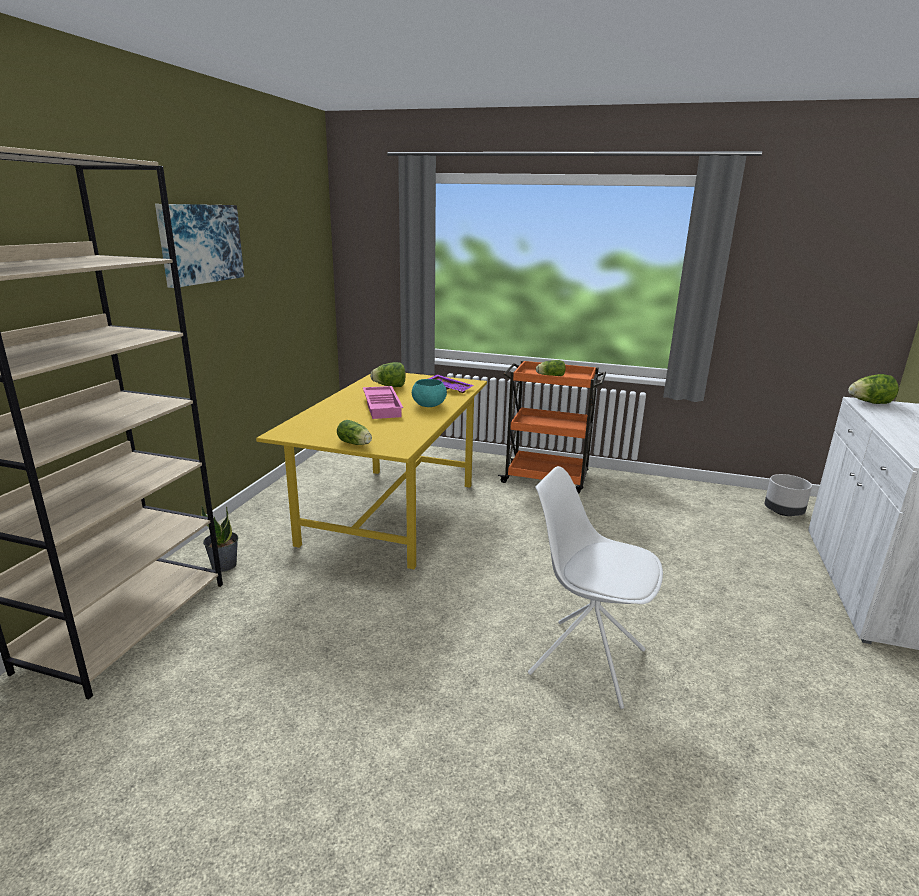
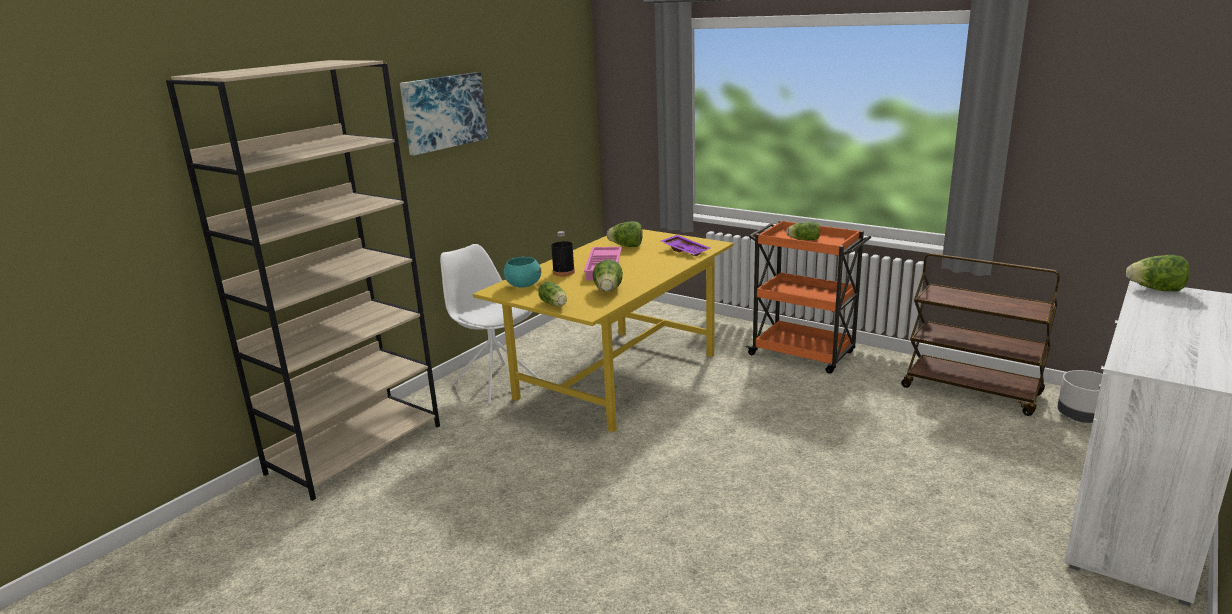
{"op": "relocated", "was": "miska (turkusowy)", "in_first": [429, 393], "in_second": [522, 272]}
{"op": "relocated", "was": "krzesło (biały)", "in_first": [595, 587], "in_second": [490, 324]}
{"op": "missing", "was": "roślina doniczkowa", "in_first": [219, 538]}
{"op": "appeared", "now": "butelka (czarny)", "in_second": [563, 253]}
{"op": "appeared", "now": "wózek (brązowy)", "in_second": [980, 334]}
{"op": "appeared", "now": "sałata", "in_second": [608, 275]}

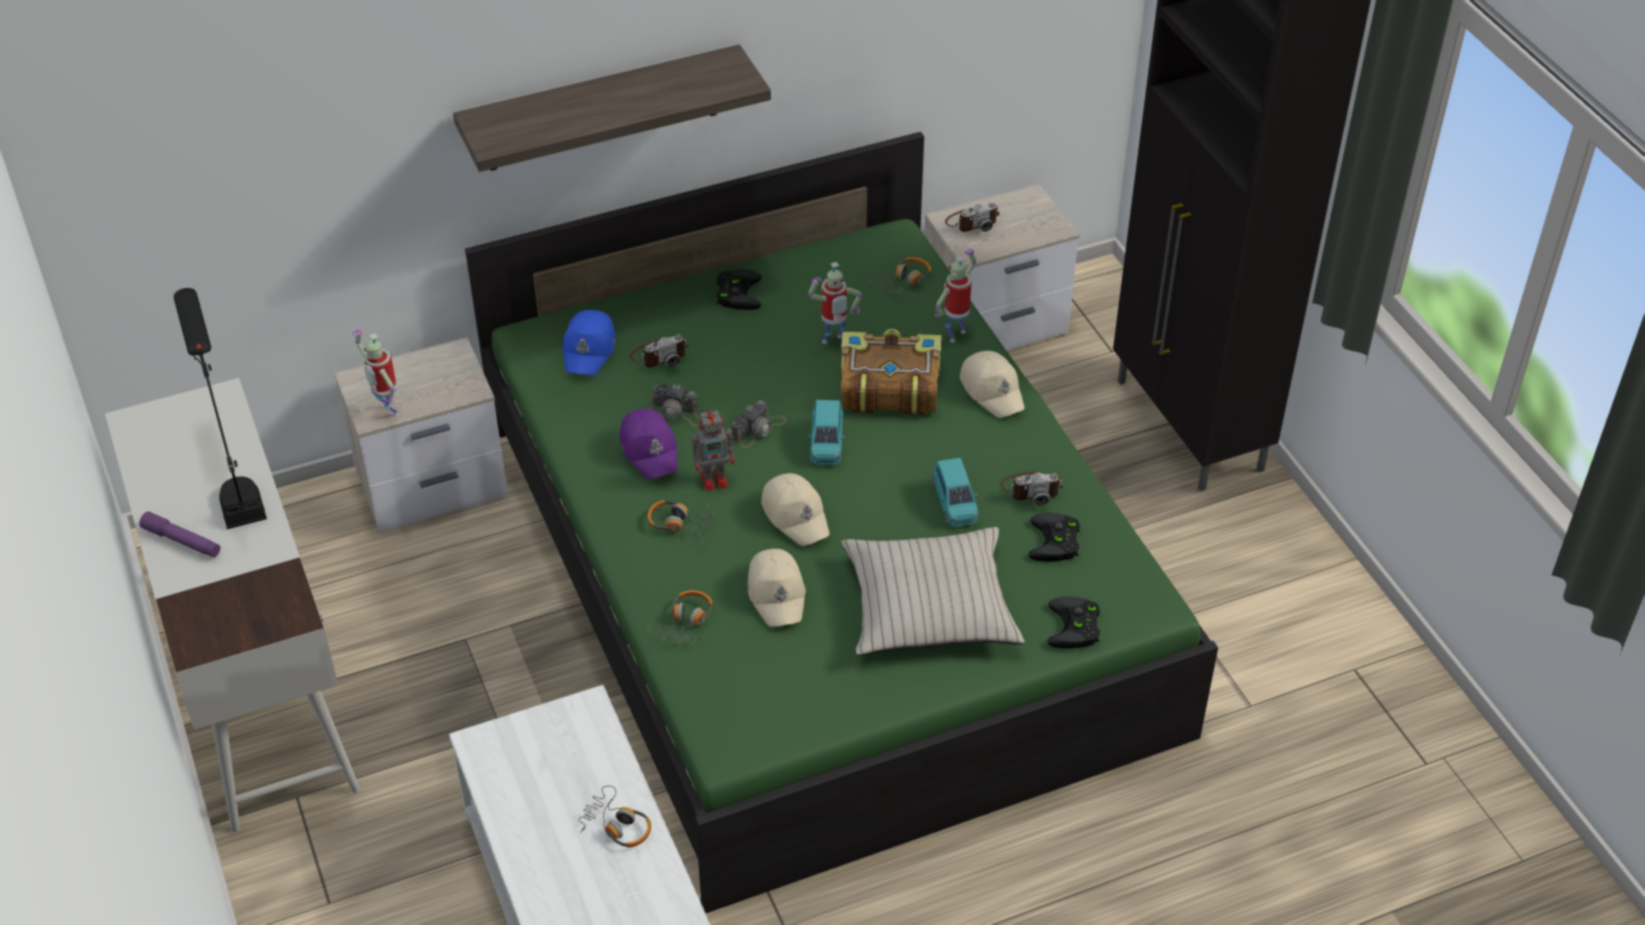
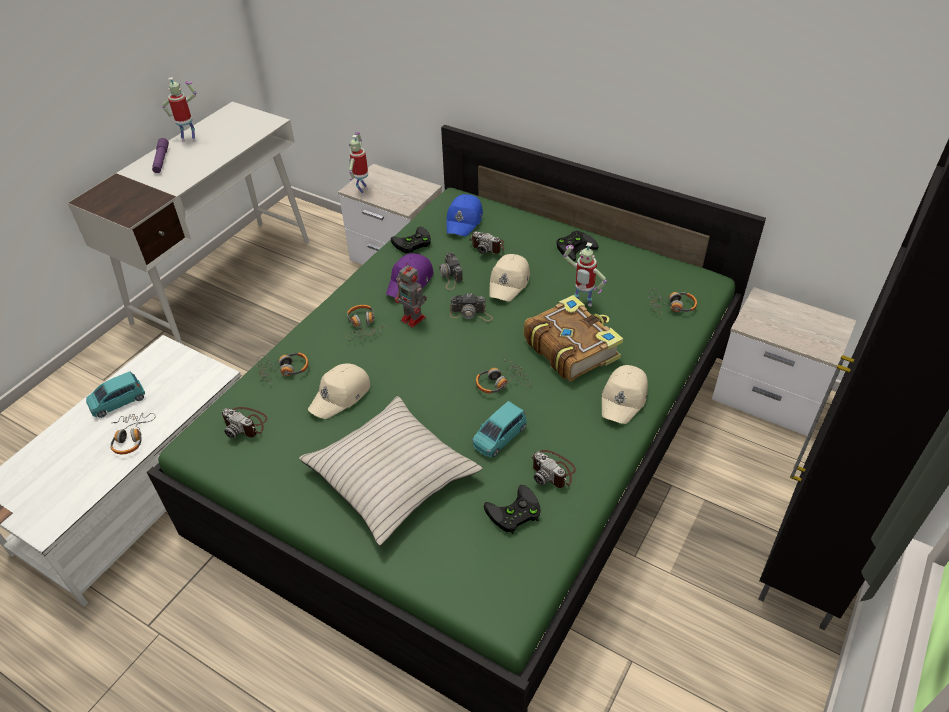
{"op": "missing", "was": "półka", "in_first": [612, 108]}
{"op": "relocated", "was": "aparat fotograficzny", "in_first": [972, 217], "in_second": [244, 422]}
{"op": "relocated", "was": "robot zabawkowy", "in_first": [955, 296], "in_second": [179, 110]}
{"op": "missing", "was": "lampa stołowa (czarny)", "in_first": [220, 408]}
{"op": "spun", "was": "czapka z daszkiem (niebieski)", "in_first": [588, 342], "in_second": [465, 215], "clockwise": -45}
{"op": "relocated", "was": "samochodzik (turkusowy)", "in_first": [826, 432], "in_second": [115, 395]}
{"op": "relocated", "was": "czapka z daszkiem (beżowy)", "in_first": [795, 509], "in_second": [509, 278]}
{"op": "relocated", "was": "pad do gier (czarny)", "in_first": [1073, 622], "in_second": [411, 240]}
{"op": "appeared", "now": "słuchawki", "in_second": [503, 376]}

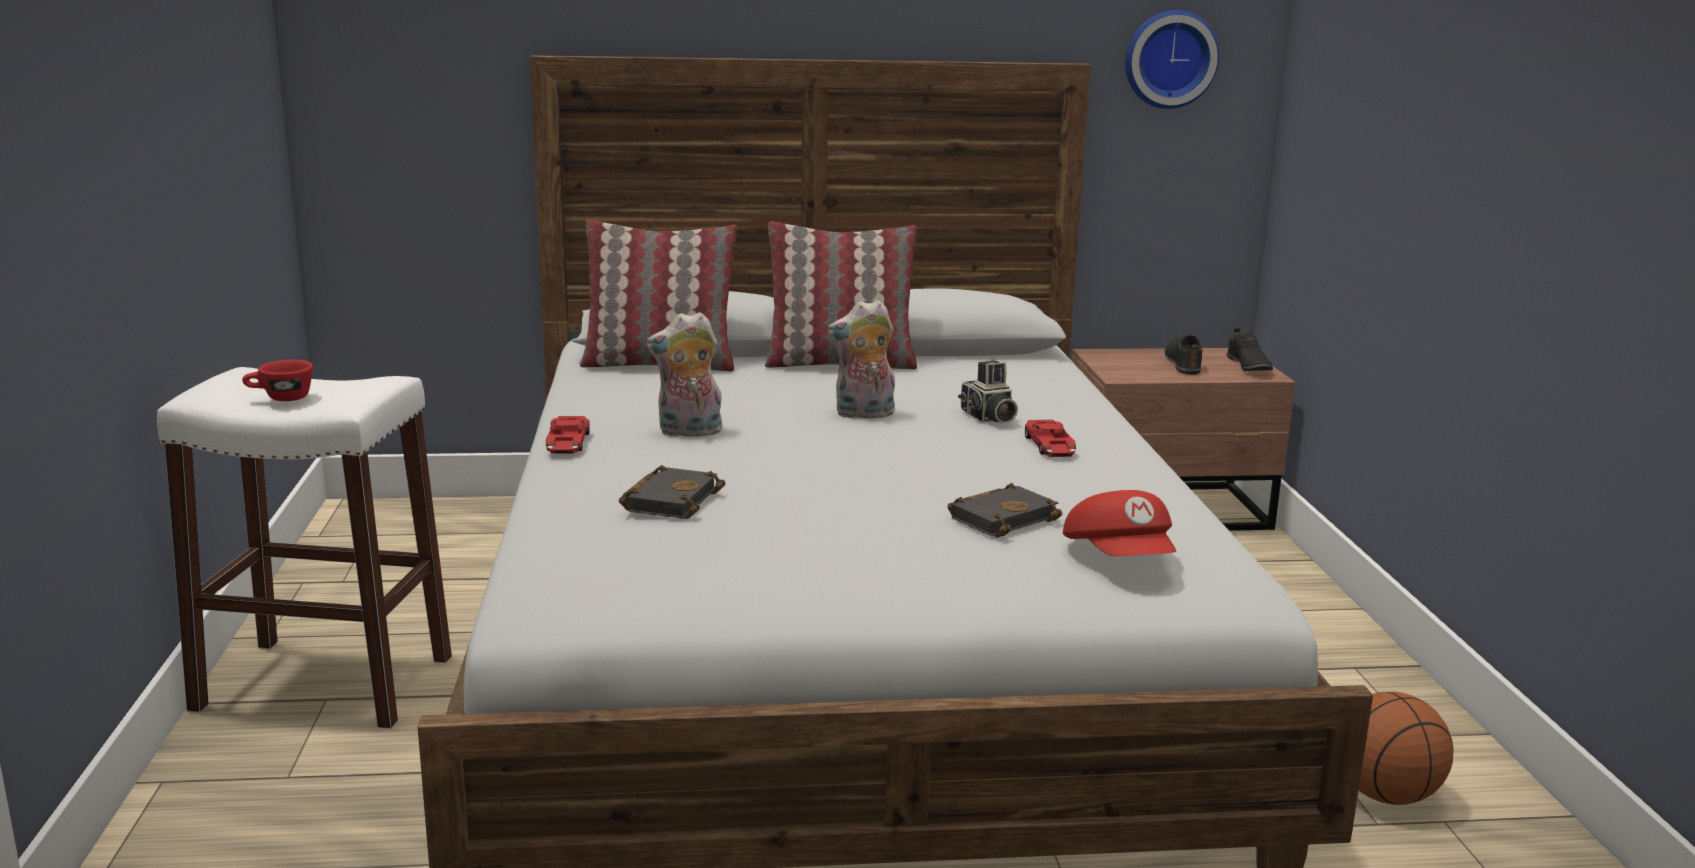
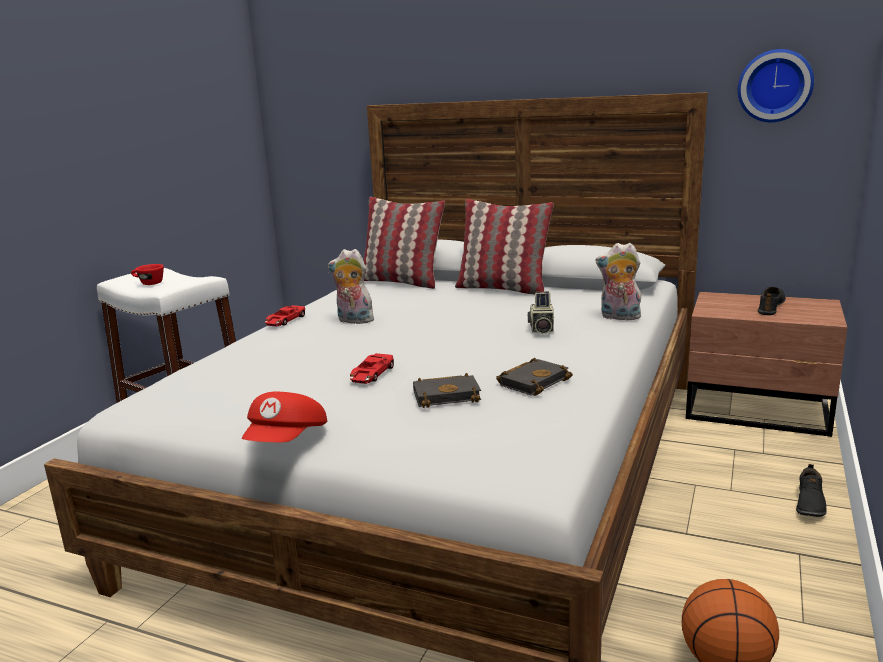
{"op": "relocated", "was": "pluszak", "in_first": [861, 359], "in_second": [618, 281]}
{"op": "relocated", "was": "but (czarny)", "in_first": [1250, 349], "in_second": [811, 490]}
{"op": "relocated", "was": "samochodzik (czerwony)", "in_first": [1050, 438], "in_second": [372, 368]}
{"op": "relocated", "was": "książka (czarny)", "in_first": [672, 492], "in_second": [534, 377]}
{"op": "relocated", "was": "czapka z daszkiem (czerwony)", "in_first": [1119, 523], "in_second": [284, 417]}

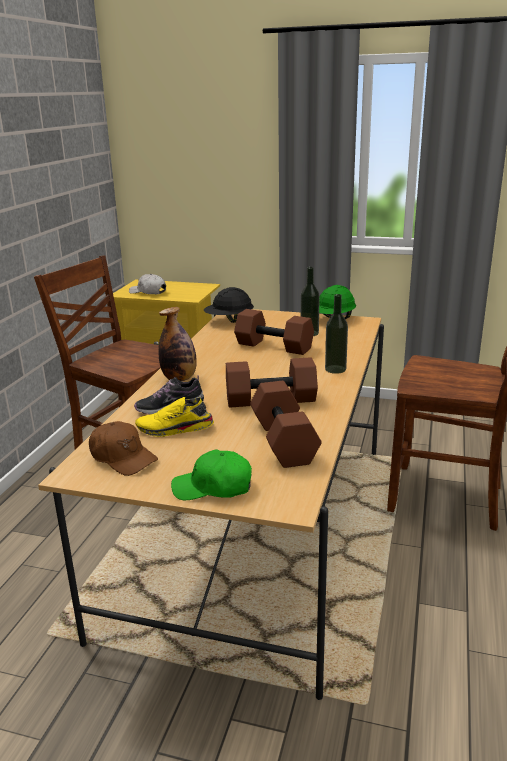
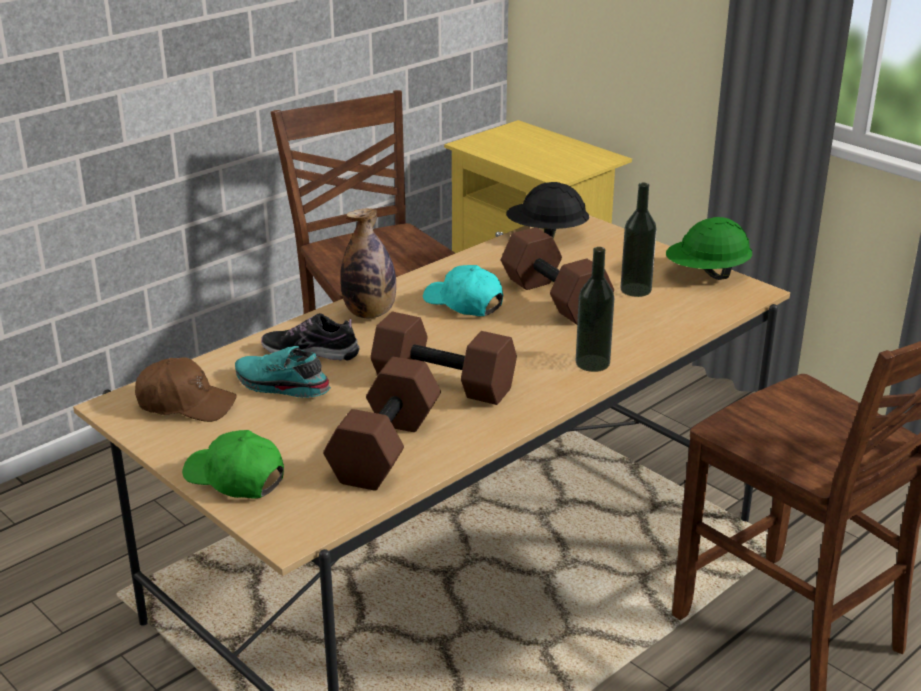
{"op": "missing", "was": "czapka z daszkiem (biały)", "in_first": [147, 284]}
{"op": "colour", "was": "but (żółty)", "now": "but (turkusowy)", "in_first": [174, 417], "in_second": [283, 372]}
{"op": "spun", "was": "czapka z daszkiem (brązowy)", "in_first": [123, 448], "in_second": [186, 389], "clockwise": -60}
{"op": "appeared", "now": "czapka z daszkiem (turkusowy)", "in_second": [463, 290]}

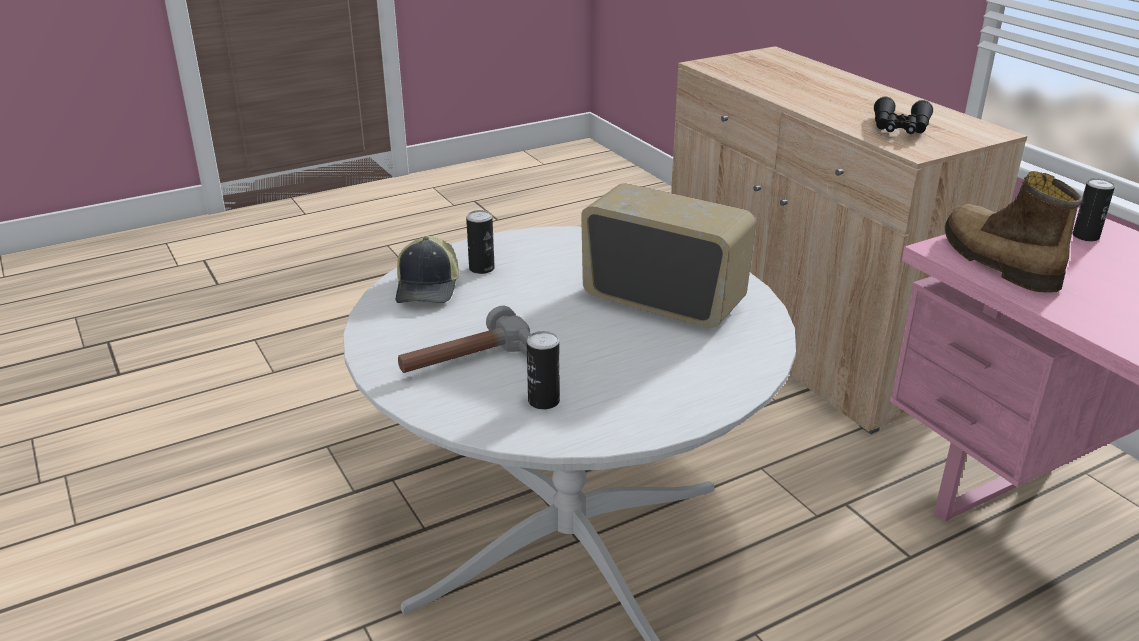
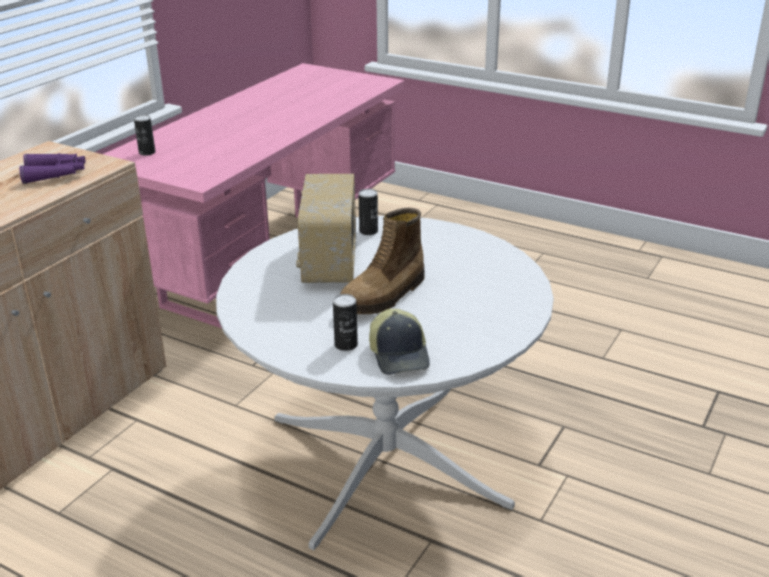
{"op": "colour", "was": "lornetka (czarny)", "now": "lornetka (fioletowy)", "in_first": [903, 115], "in_second": [52, 168]}
{"op": "relocated", "was": "but z cholewką", "in_first": [1013, 232], "in_second": [382, 261]}
{"op": "spun", "was": "czapka z daszkiem", "in_first": [427, 269], "in_second": [399, 342], "clockwise": 105}
{"op": "missing", "was": "młotek", "in_first": [464, 339]}
{"op": "relocated", "was": "puszka", "in_first": [543, 370], "in_second": [368, 212]}

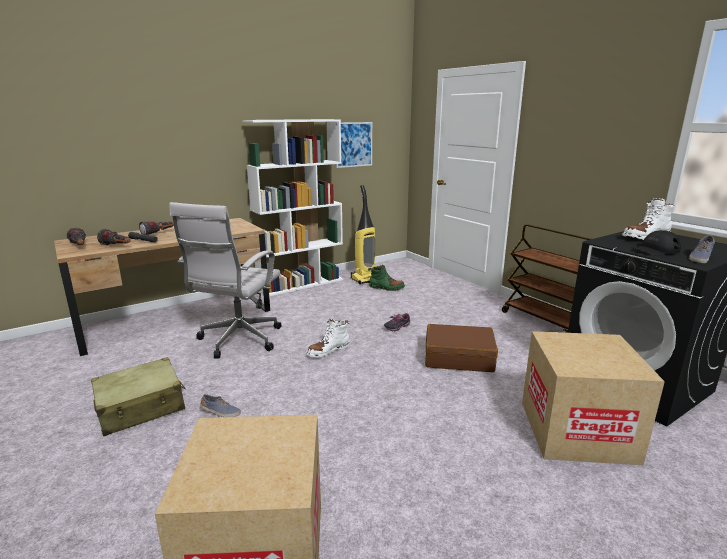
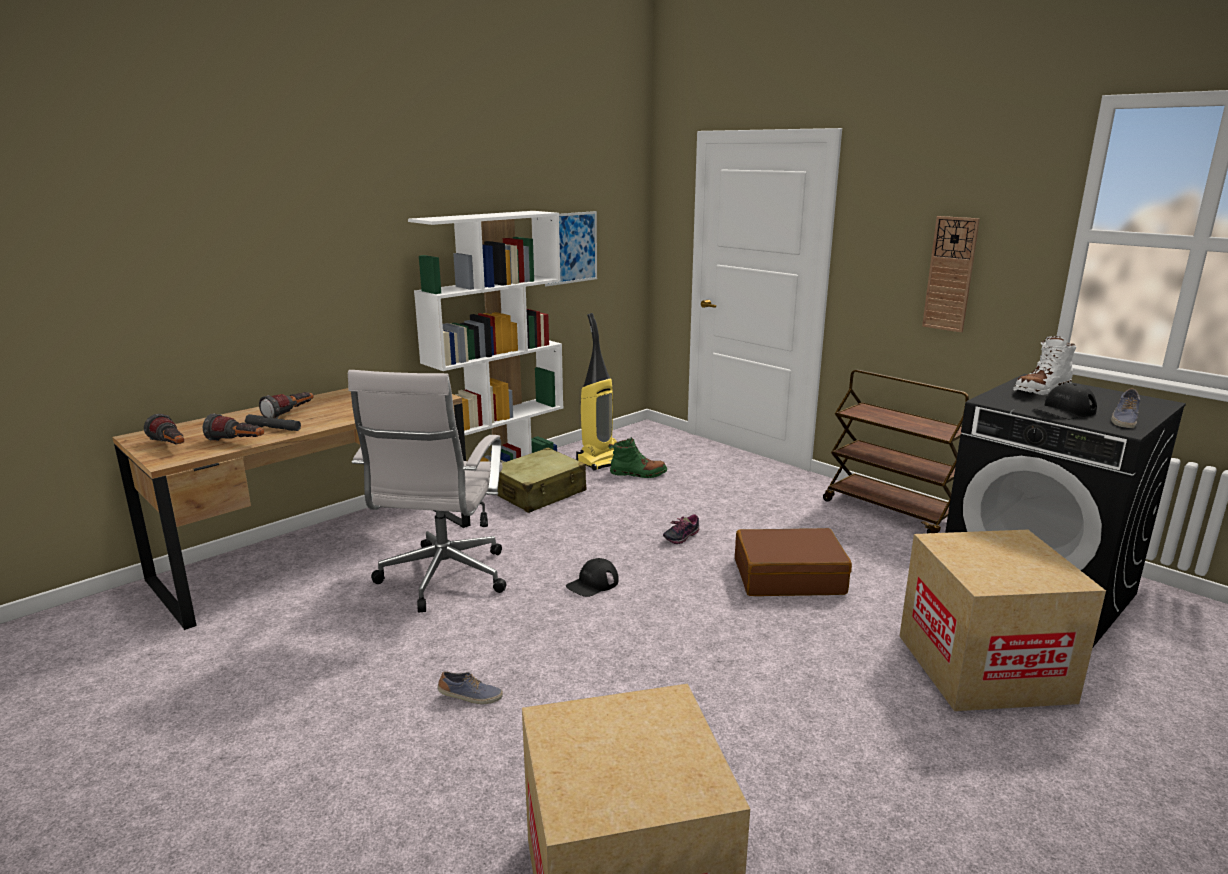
{"op": "exchanged", "was": "but z cholewką (biały)", "now": "czapka z daszkiem (czarny)", "in_first": [328, 338], "in_second": [592, 577]}
{"op": "relocated", "was": "walizka (beżowy)", "in_first": [138, 396], "in_second": [541, 480]}
{"op": "appeared", "now": "zegar ścienny", "in_second": [951, 274]}

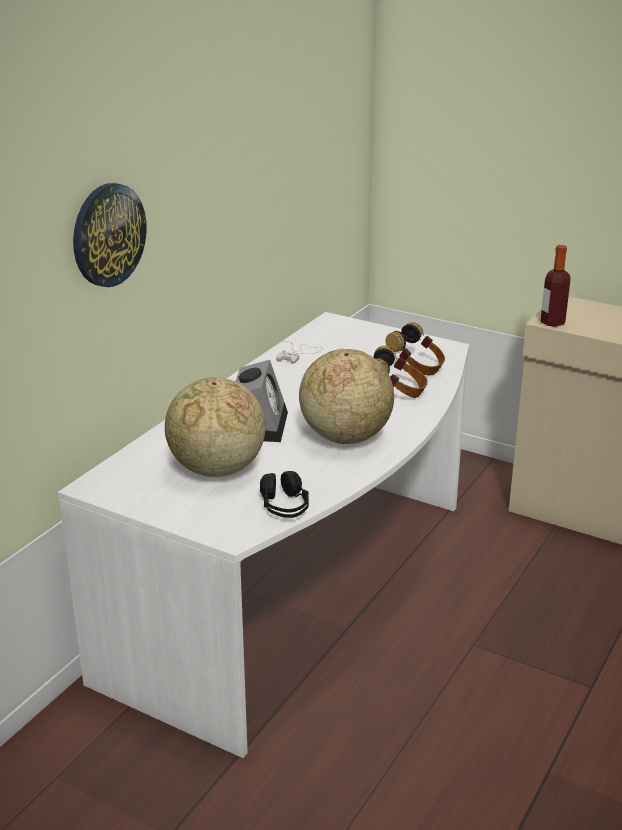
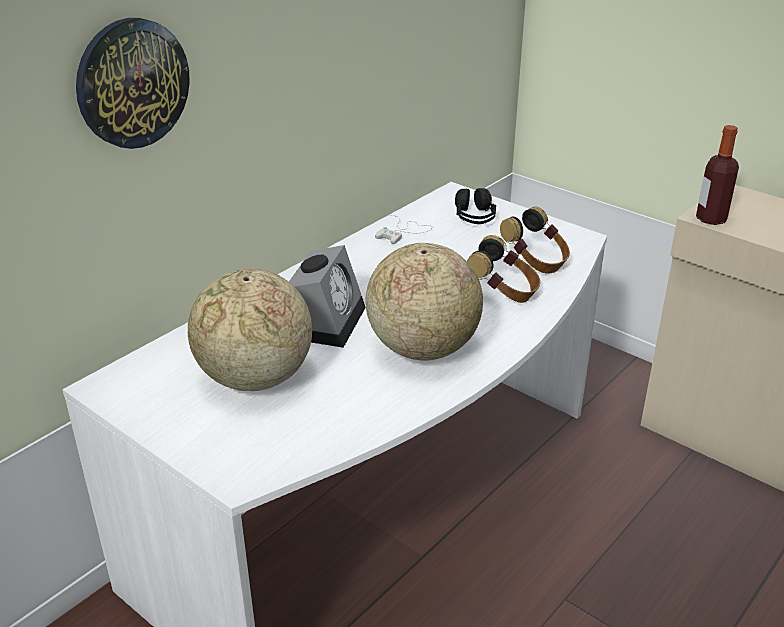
{"op": "relocated", "was": "słuchawki (czarny)", "in_first": [284, 494], "in_second": [475, 206]}

